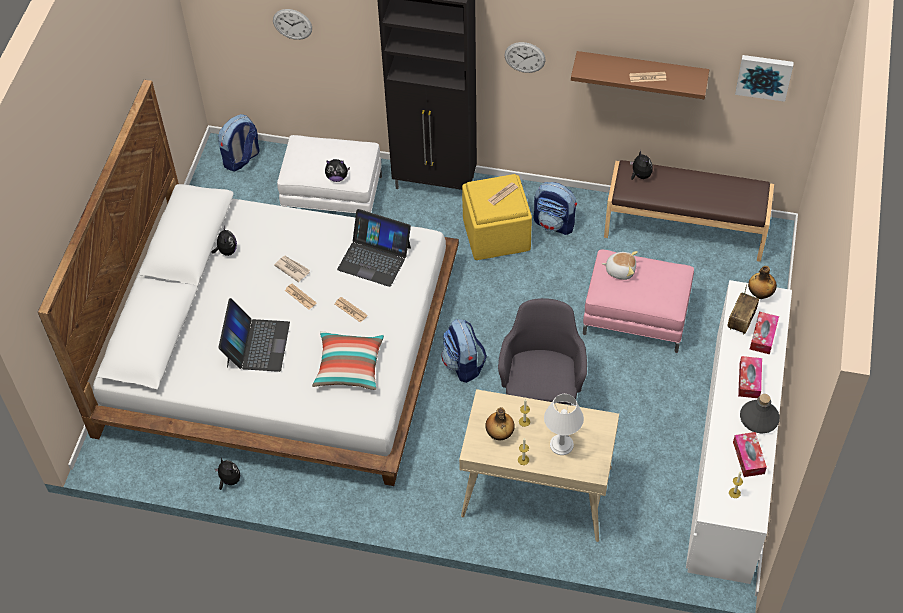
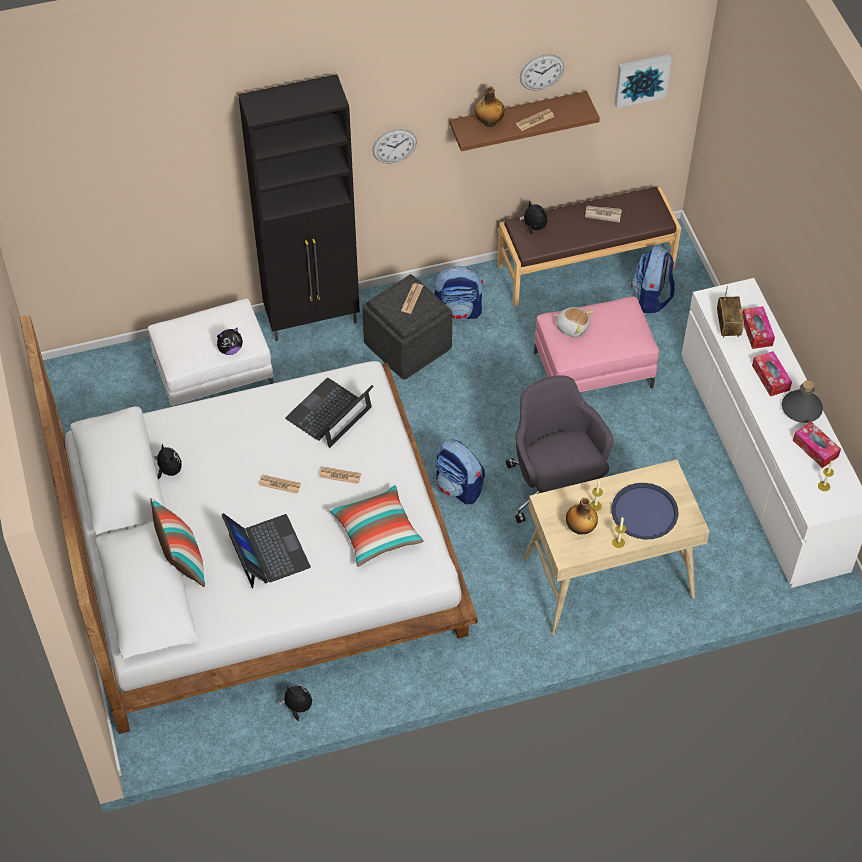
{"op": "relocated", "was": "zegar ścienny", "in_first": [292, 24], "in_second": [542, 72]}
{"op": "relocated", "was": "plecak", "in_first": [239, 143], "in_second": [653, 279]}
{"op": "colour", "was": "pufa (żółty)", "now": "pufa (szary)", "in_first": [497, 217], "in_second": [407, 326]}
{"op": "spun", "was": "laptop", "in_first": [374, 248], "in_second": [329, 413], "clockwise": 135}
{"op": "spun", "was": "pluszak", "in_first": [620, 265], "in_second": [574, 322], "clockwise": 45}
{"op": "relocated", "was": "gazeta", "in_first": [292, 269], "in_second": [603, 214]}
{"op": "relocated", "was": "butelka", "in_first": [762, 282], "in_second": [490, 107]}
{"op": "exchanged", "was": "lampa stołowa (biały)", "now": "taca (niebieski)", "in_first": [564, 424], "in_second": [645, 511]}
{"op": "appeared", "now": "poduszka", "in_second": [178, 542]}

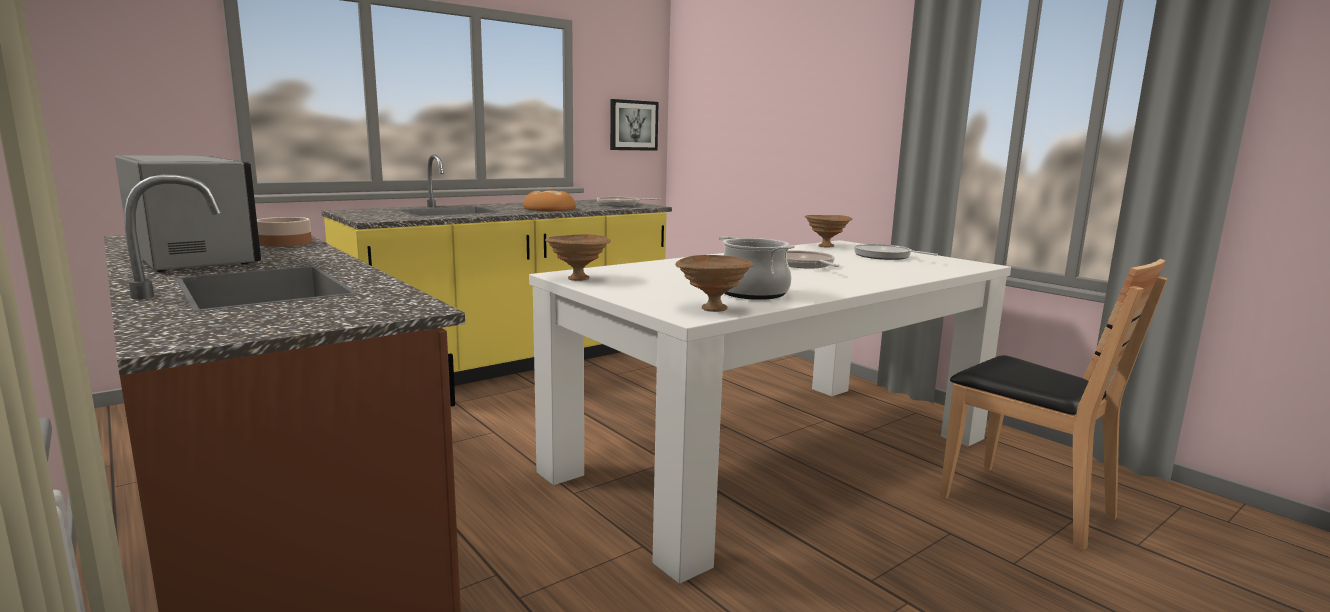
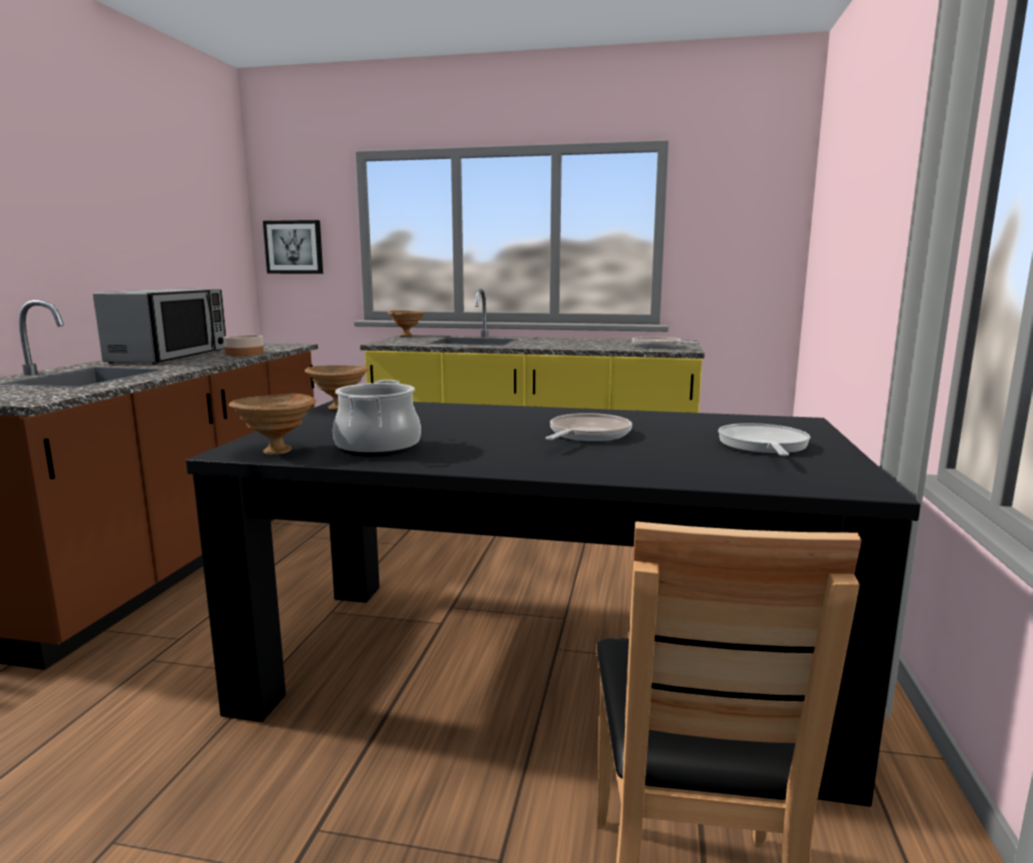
{"op": "relocated", "was": "obraz", "in_first": [634, 125], "in_second": [293, 247]}
{"op": "missing", "was": "chleb", "in_first": [549, 200]}
{"op": "relocated", "was": "miska (brązowy)", "in_first": [828, 231], "in_second": [406, 323]}
{"op": "colour", "was": "stół jadalny (biały)", "now": "stół jadalny (czarny)", "in_first": [770, 412], "in_second": [553, 603]}

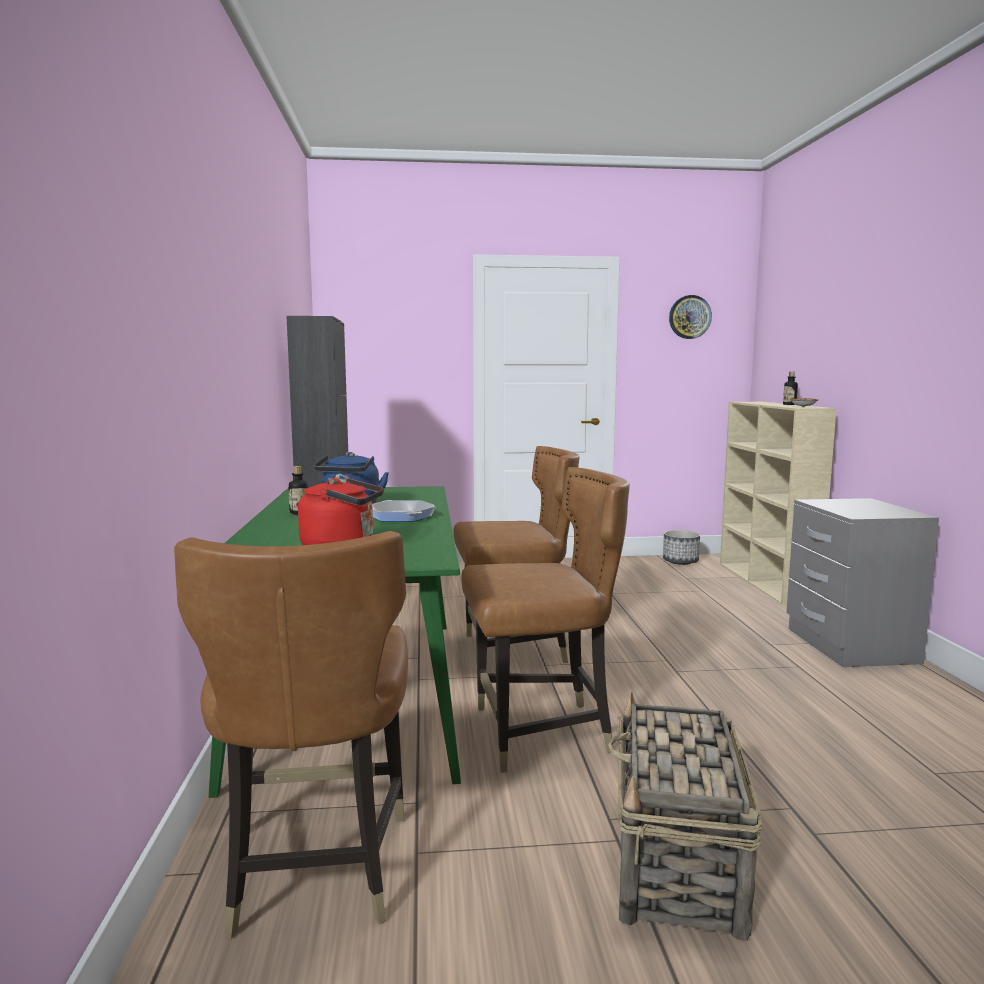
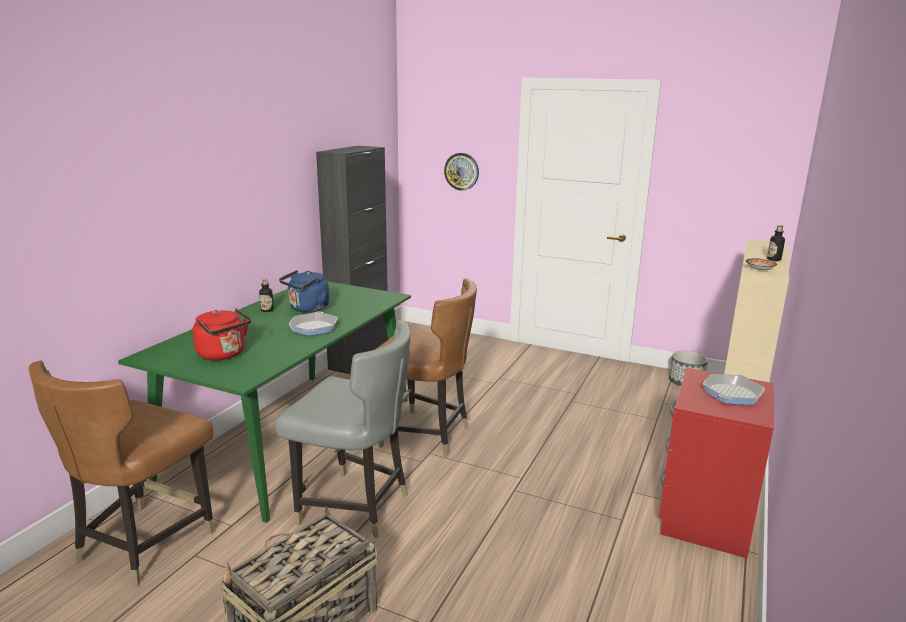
{"op": "relocated", "was": "zegar ścienny", "in_first": [690, 317], "in_second": [461, 172]}
{"op": "colour", "was": "krzesło (brązowy)", "now": "krzesło (szary)", "in_first": [545, 620], "in_second": [343, 429]}
{"op": "colour", "was": "szafka nocna (szary)", "now": "szafka nocna (czerwony)", "in_first": [862, 583], "in_second": [716, 463]}
{"op": "appeared", "now": "patelnia", "in_second": [734, 389]}

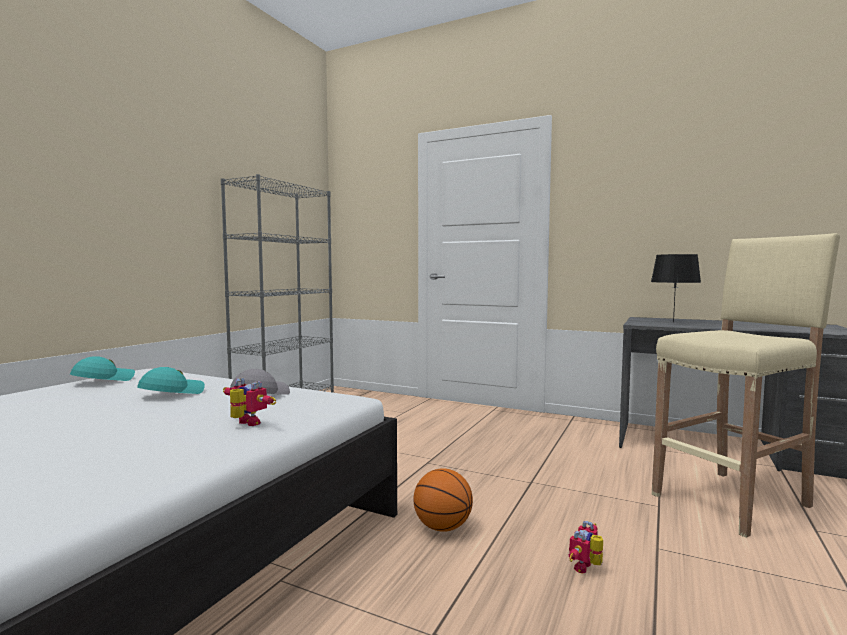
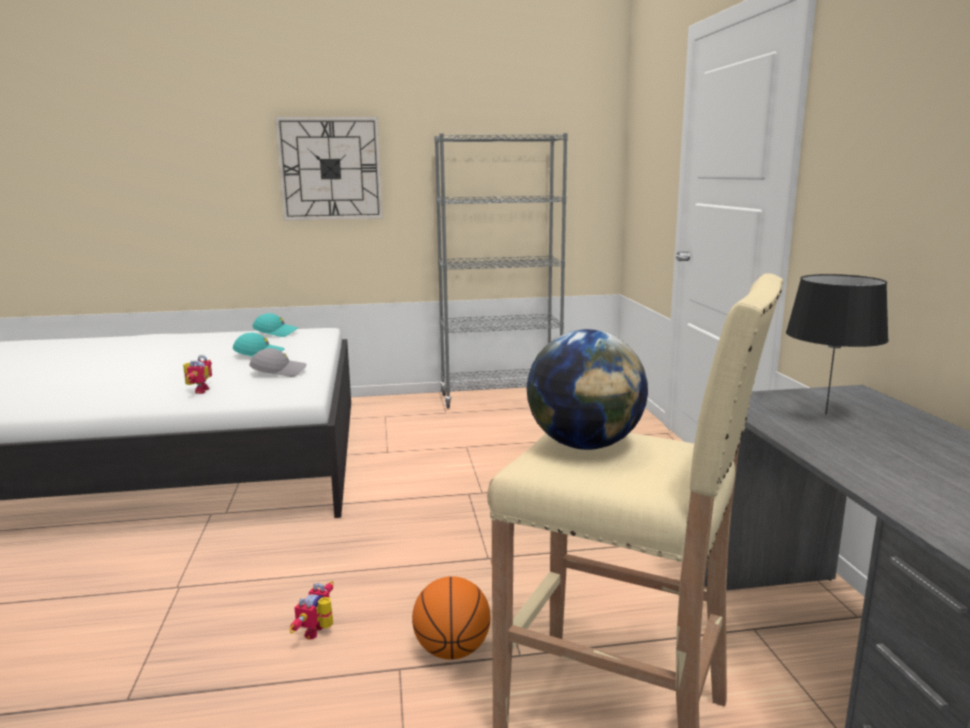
{"op": "relocated", "was": "piłka do koszykówki", "in_first": [443, 500], "in_second": [451, 618]}
{"op": "spun", "was": "robot zabawkowy", "in_first": [586, 547], "in_second": [311, 610], "clockwise": -75}
{"op": "appeared", "now": "zegar ścienny", "in_second": [329, 169]}
{"op": "appeared", "now": "globus", "in_second": [587, 389]}

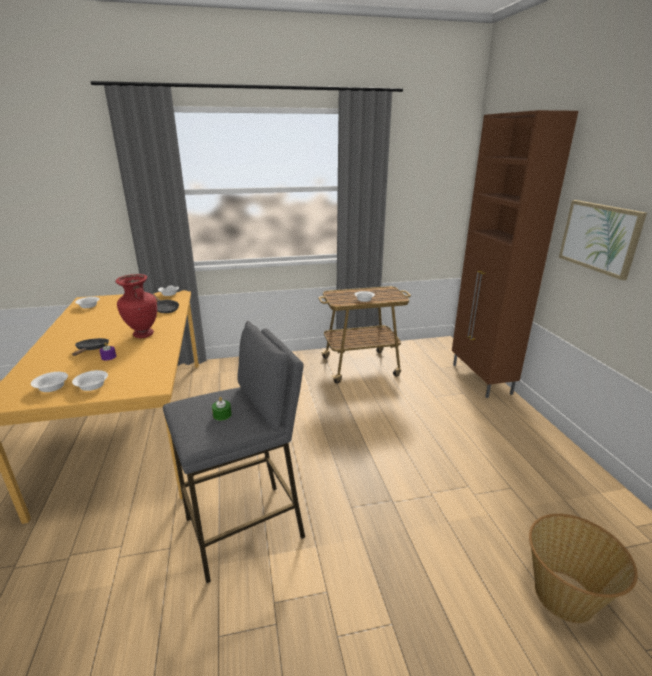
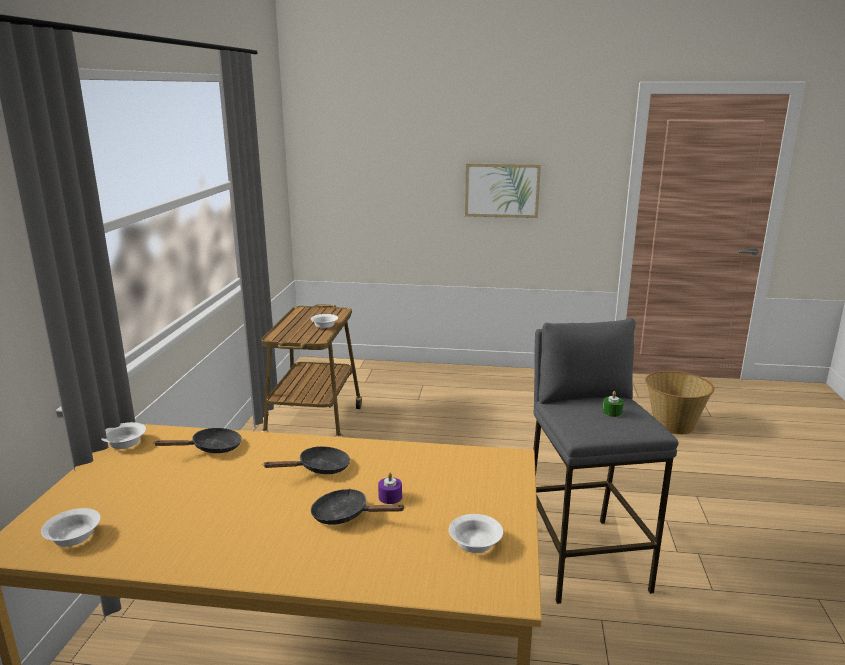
{"op": "missing", "was": "szafka (brązowy)", "in_first": [515, 254]}
{"op": "exchanged", "was": "wazon (czerwony)", "now": "patelnia (czarny)", "in_first": [136, 306], "in_second": [307, 460]}
{"op": "missing", "was": "miska (biały)", "in_first": [90, 380]}

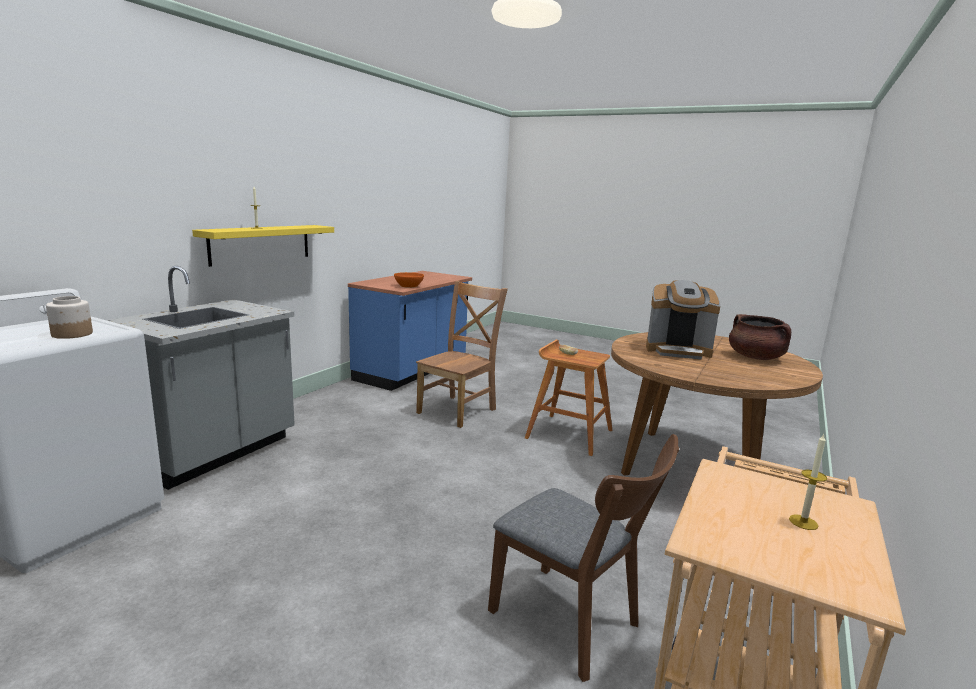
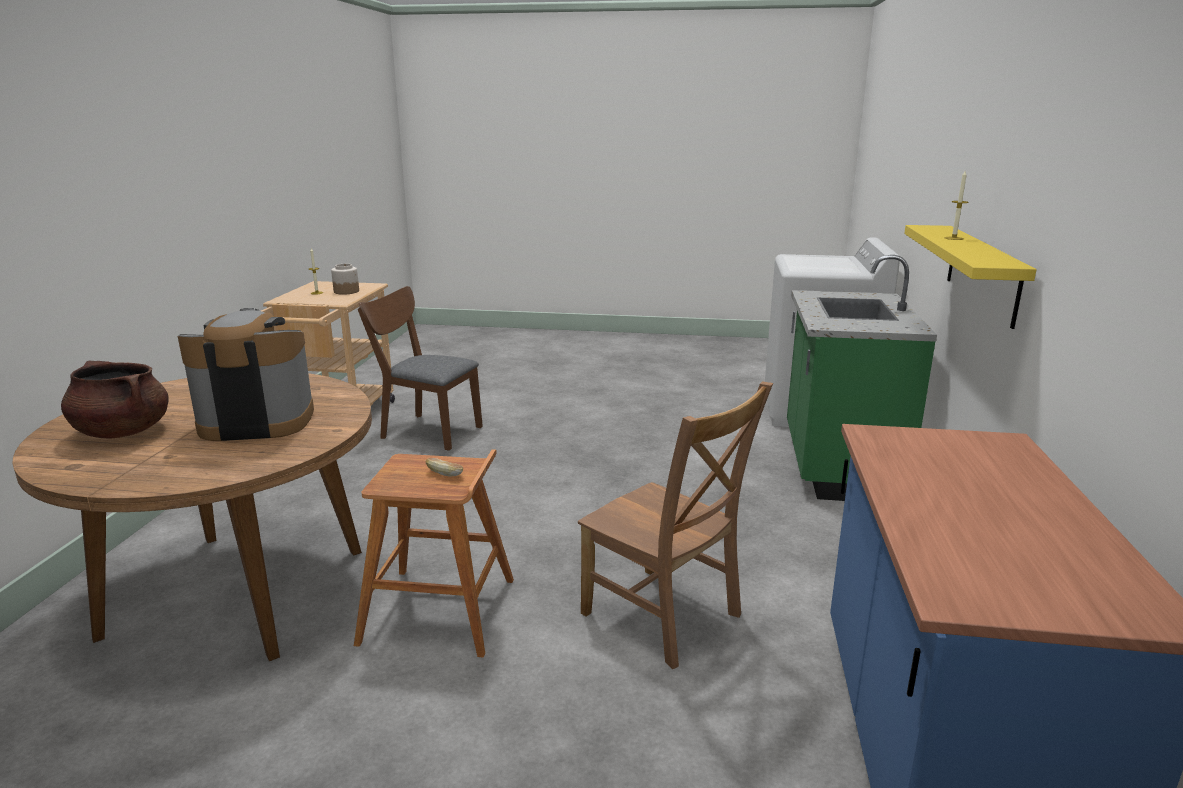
{"op": "colour", "was": "zabudowa kuchenna (szary)", "now": "zabudowa kuchenna (zielony)", "in_first": [200, 378], "in_second": [862, 378]}
{"op": "missing", "was": "miska (pomarańczowy)", "in_first": [409, 280]}
{"op": "spun", "was": "krzesło (brązowy)", "in_first": [462, 354], "in_second": [675, 525], "clockwise": -60}
{"op": "relocated", "was": "słoik", "in_first": [69, 317], "in_second": [345, 279]}

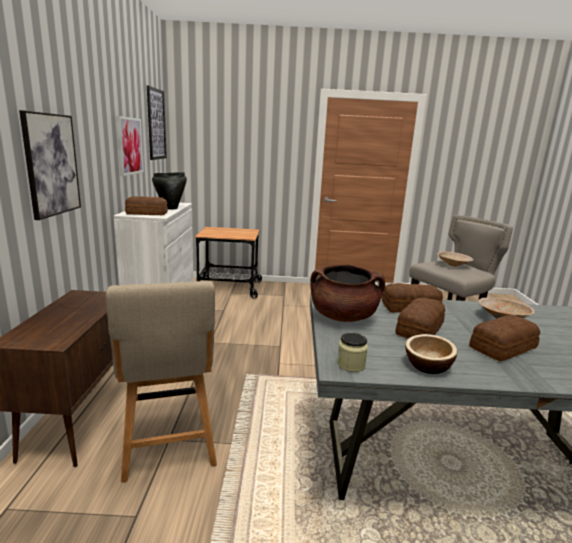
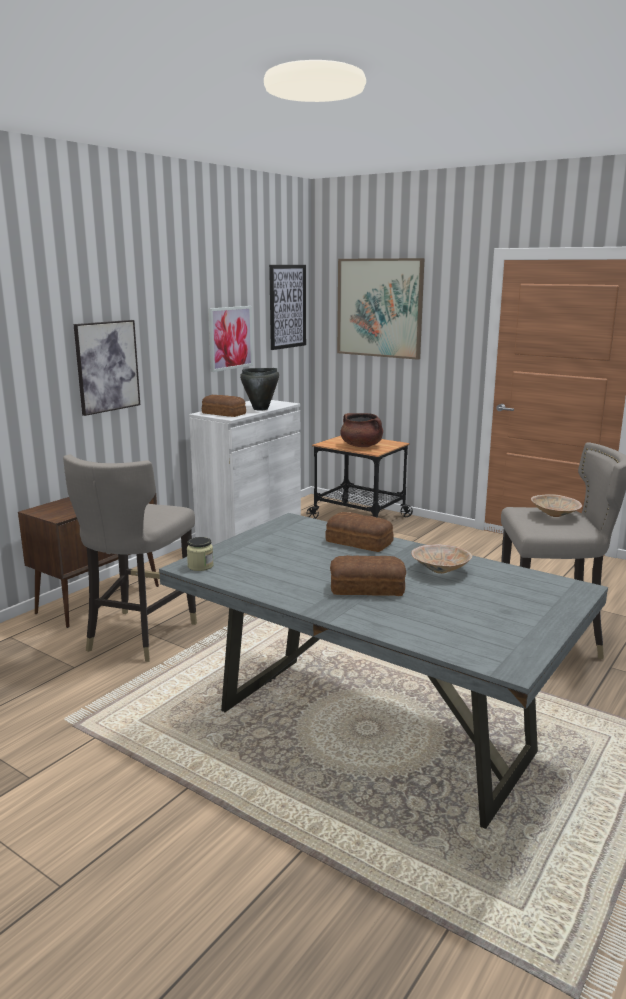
{"op": "relocated", "was": "garnek (brązowy)", "in_first": [347, 293], "in_second": [361, 430]}
{"op": "exchanged", "was": "krzesło (beżowy)", "now": "stołek (szary)", "in_first": [161, 382], "in_second": [130, 558]}
{"op": "missing", "was": "chleb", "in_first": [420, 318]}
{"op": "missing", "was": "miska", "in_first": [431, 354]}
{"op": "appeared", "now": "obraz", "in_second": [381, 309]}

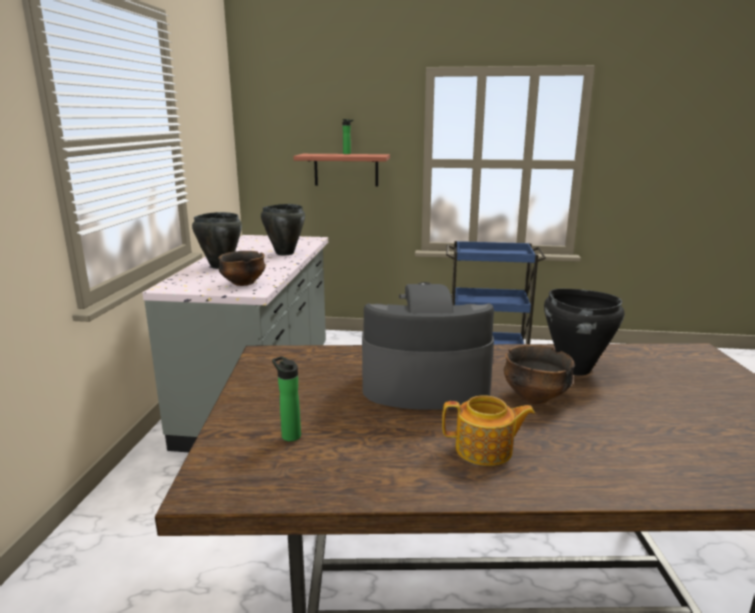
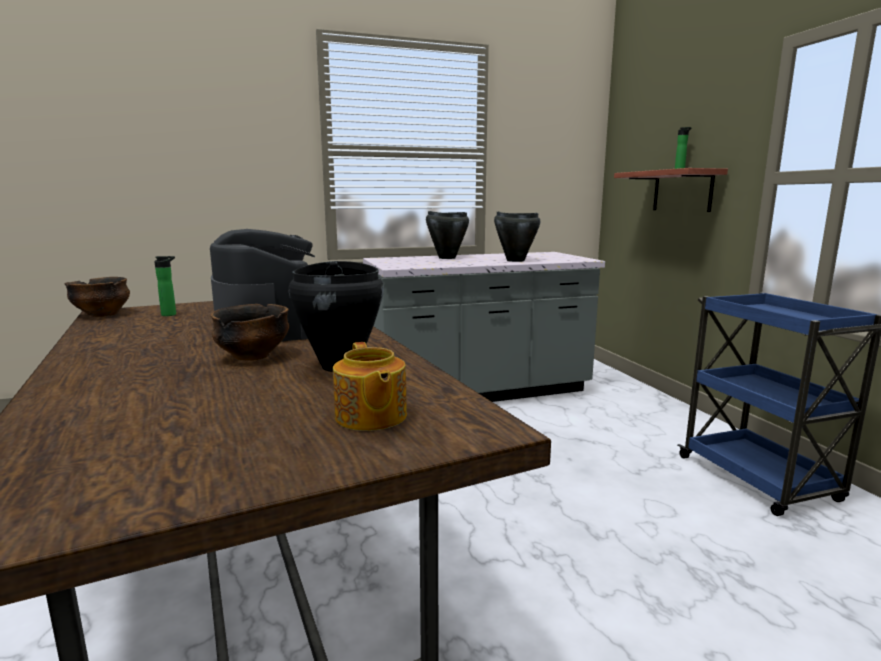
{"op": "relocated", "was": "miska", "in_first": [242, 268], "in_second": [97, 297]}
{"op": "relocated", "was": "imbryk", "in_first": [488, 430], "in_second": [370, 386]}

